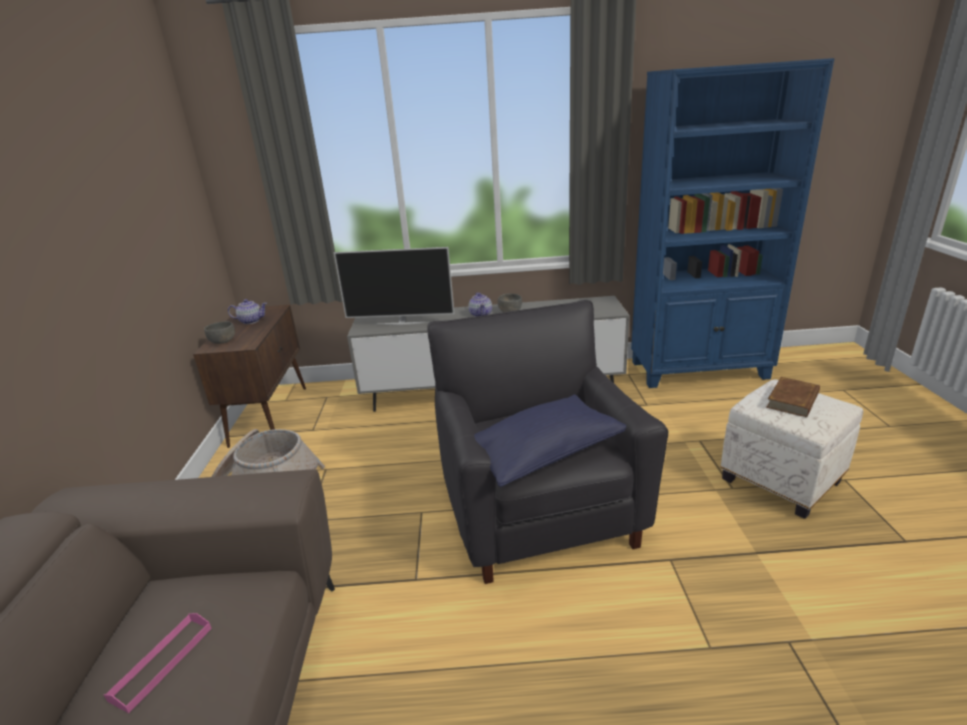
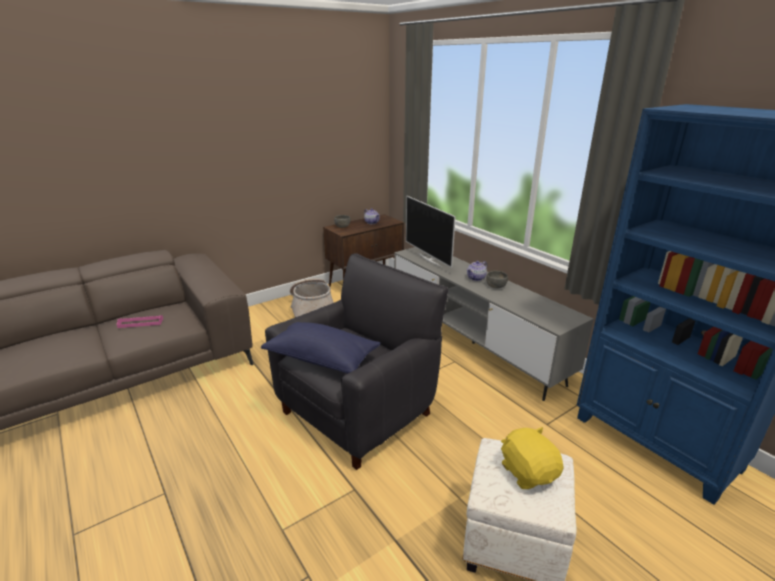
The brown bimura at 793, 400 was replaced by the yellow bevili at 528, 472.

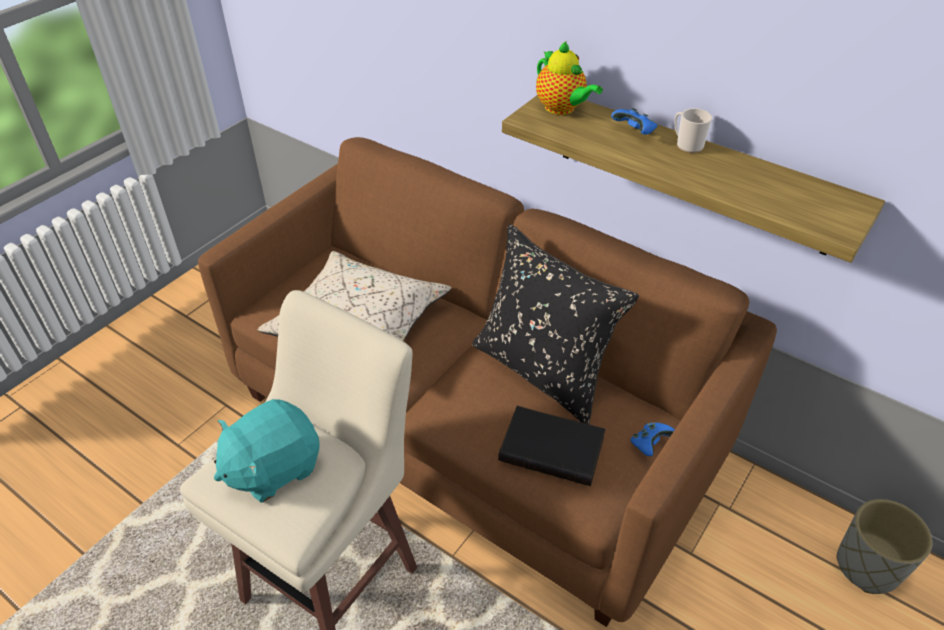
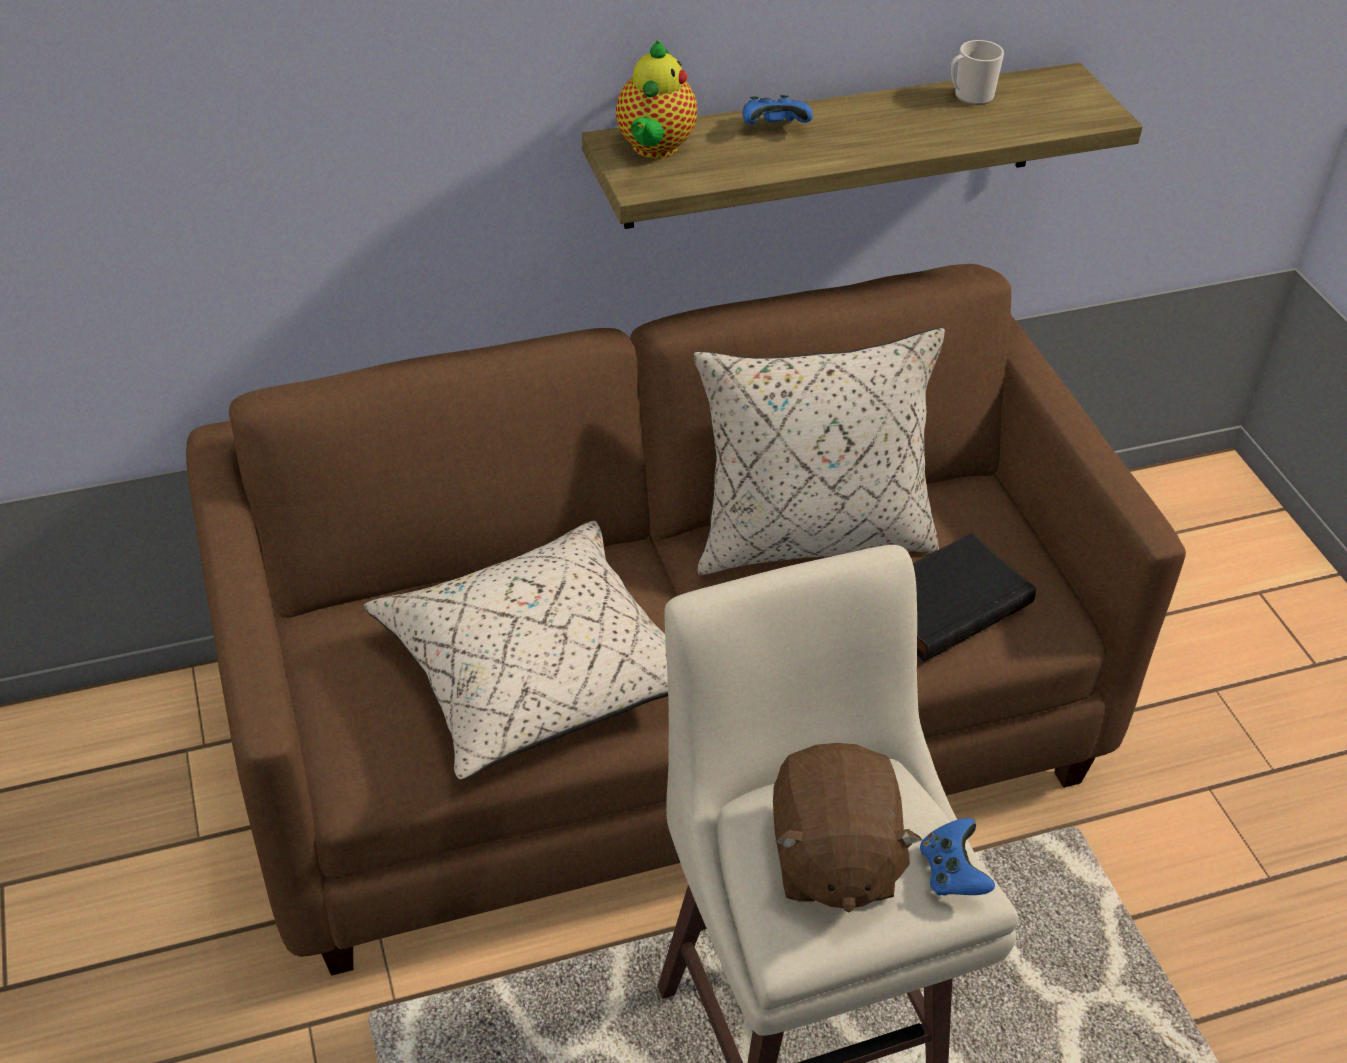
The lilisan at 562, 109 turned 105 degrees clockwise.
The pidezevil moved from 686, 145 to 969, 96.
The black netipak at 543, 371 became the beige netipak at 810, 536.
The turquoise bevili at 273, 467 became the brown bevili at 832, 859.
The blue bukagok moved from 649, 444 to 952, 873.
The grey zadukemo at 868, 567 disappeared.

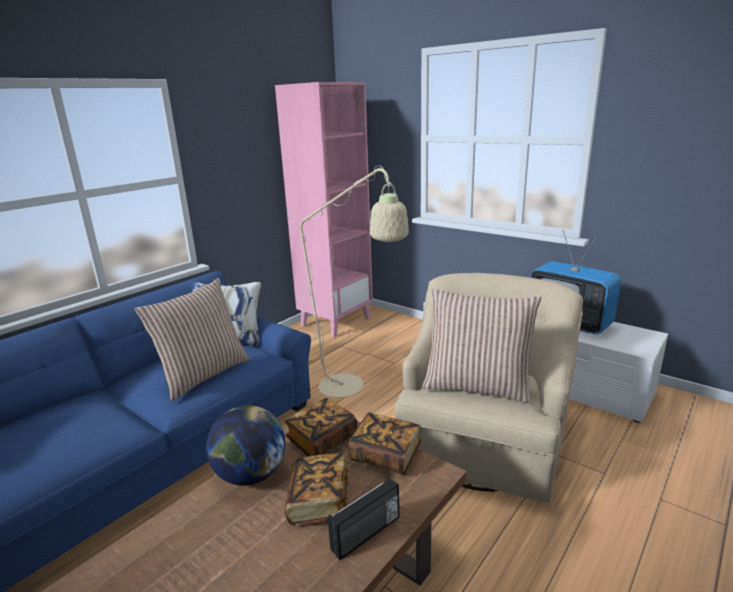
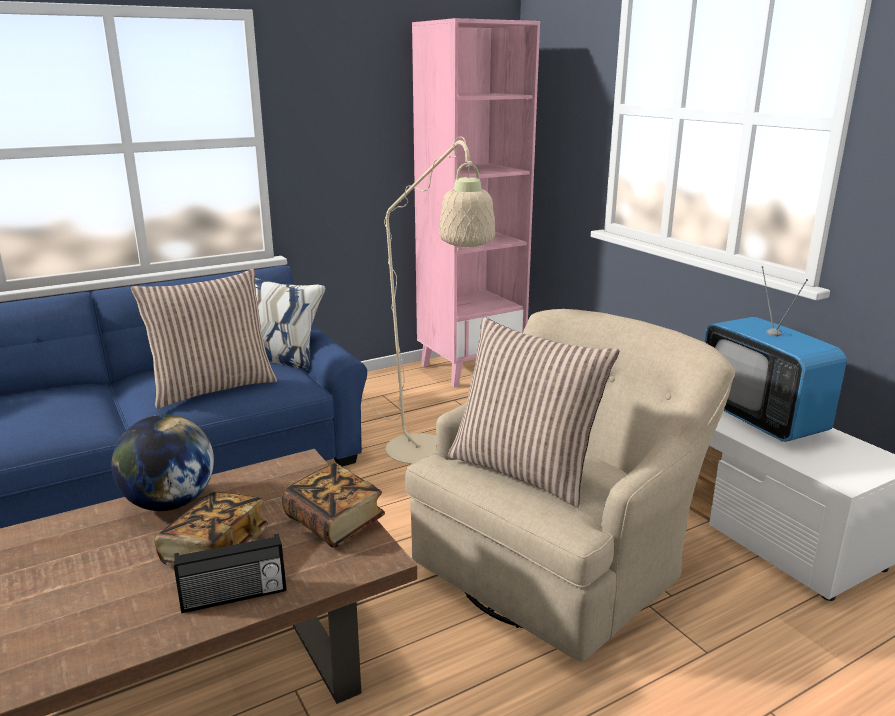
The bimura at 322, 440 disappeared.

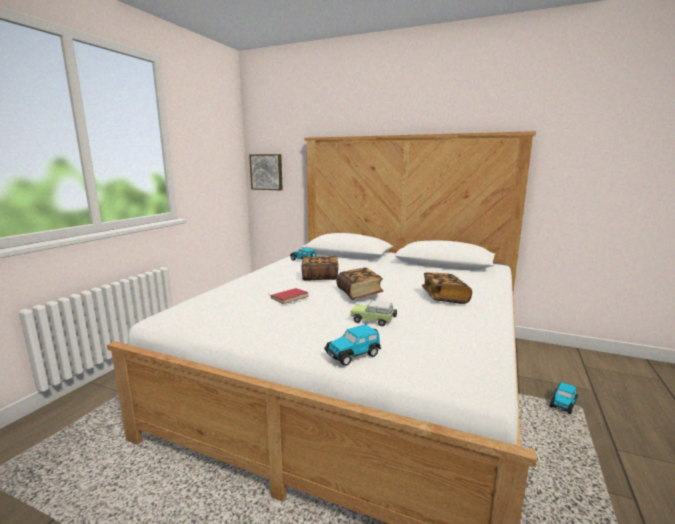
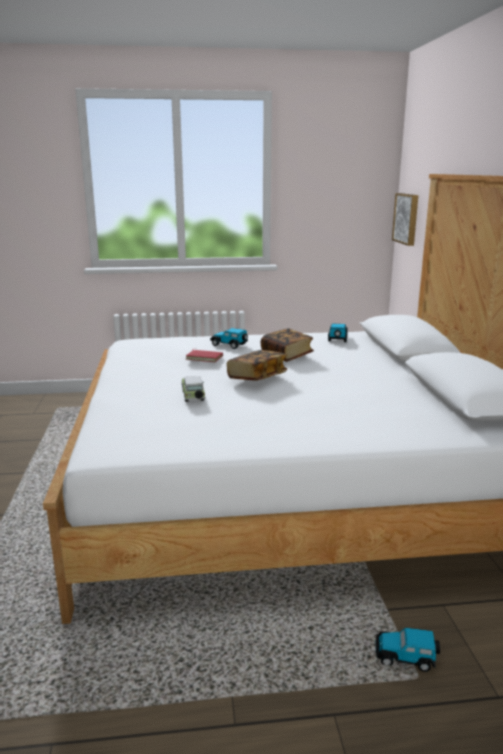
The bimura at 444, 297 disappeared.
The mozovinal moved from 354, 354 to 229, 345.

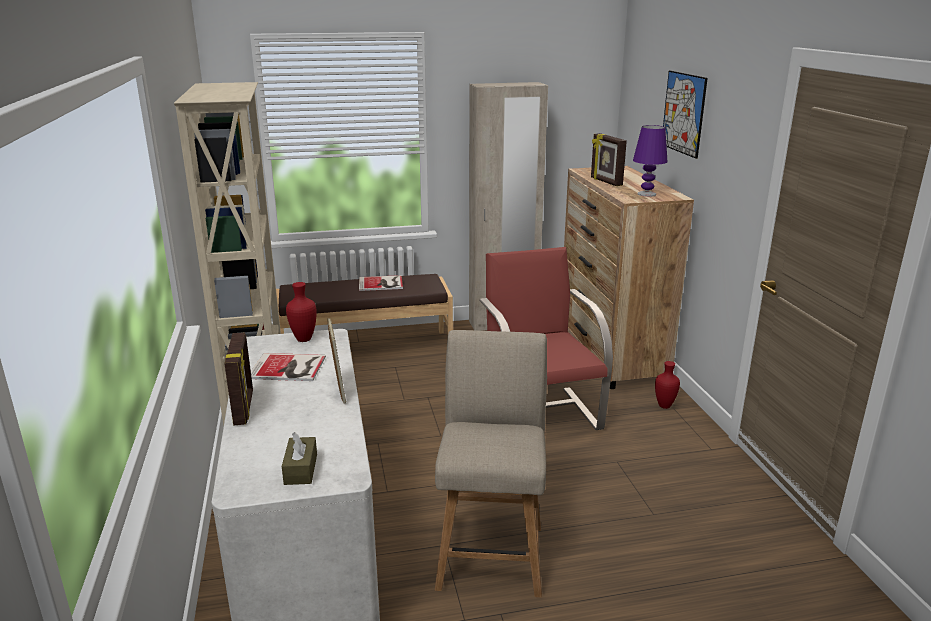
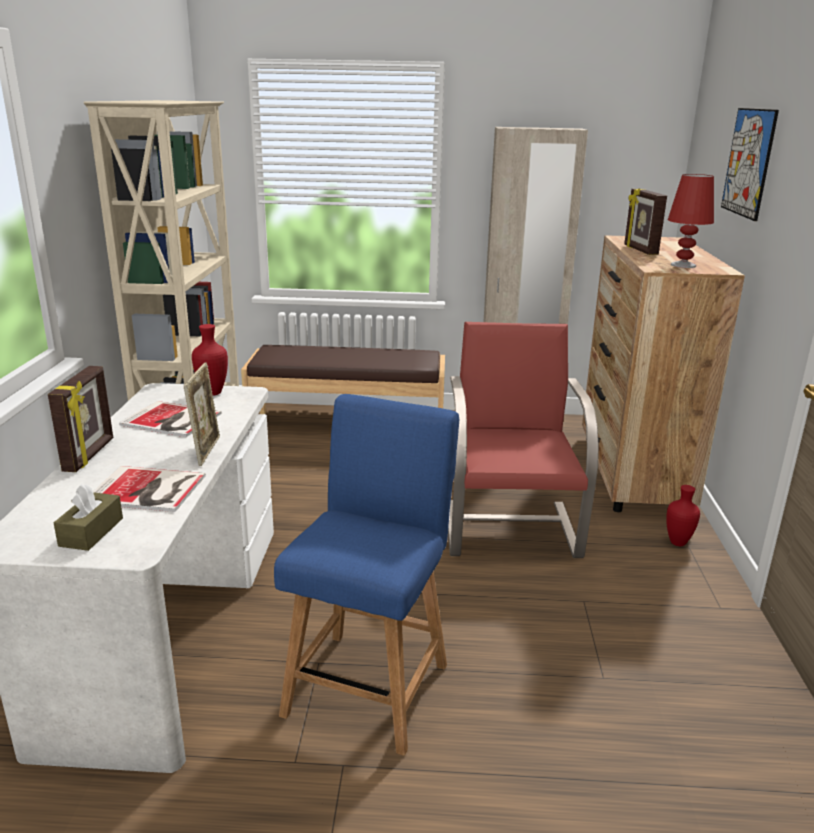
The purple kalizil at 646, 194 became the red kalizil at 683, 265.
The bimura moved from 382, 283 to 148, 490.
The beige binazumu at 491, 552 became the blue binazumu at 370, 683.

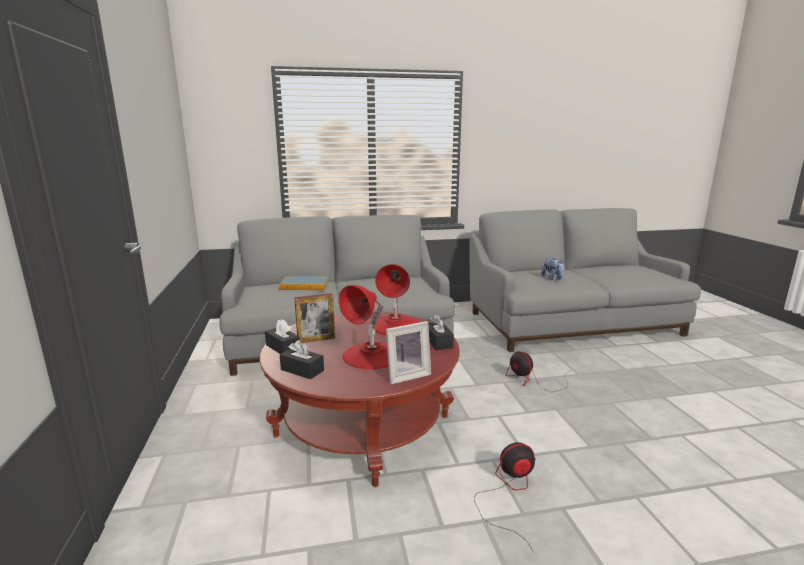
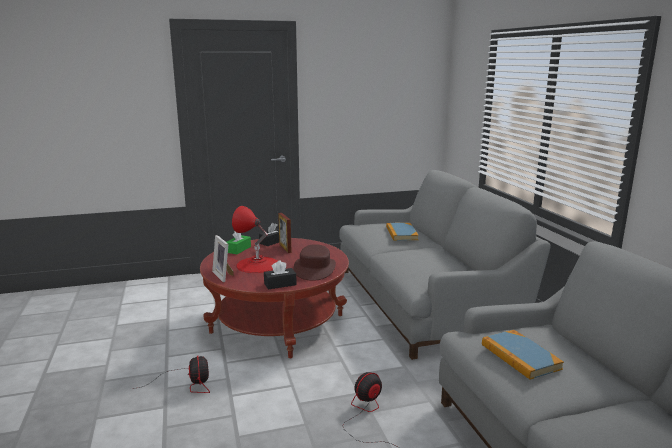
The bevili at 552, 278 was replaced by the bimura at 520, 357.
The red kalizil at 395, 325 was replaced by the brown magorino at 315, 269.
The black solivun at 302, 370 became the green solivun at 238, 249.

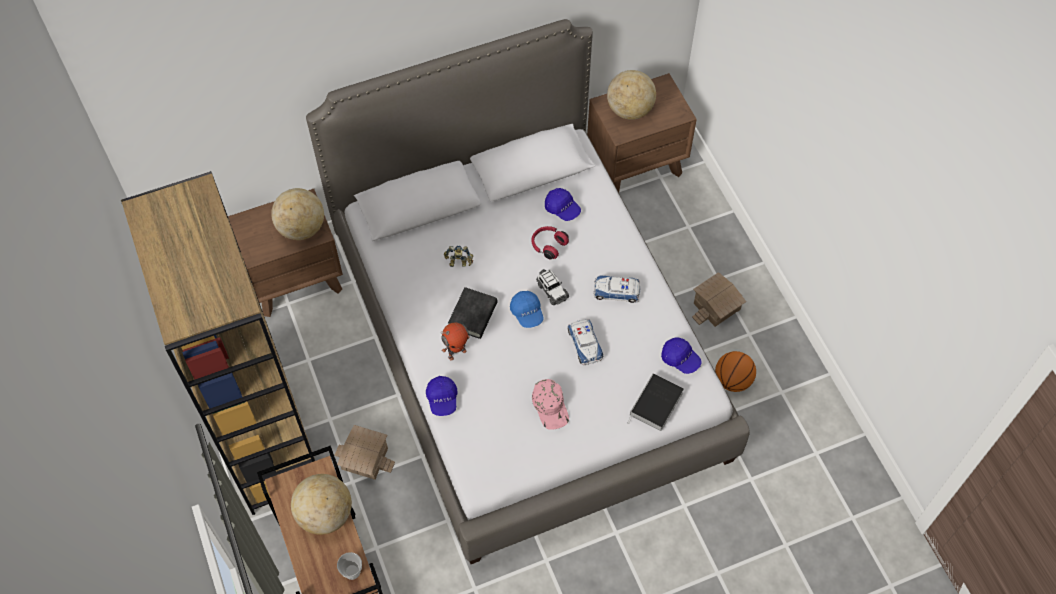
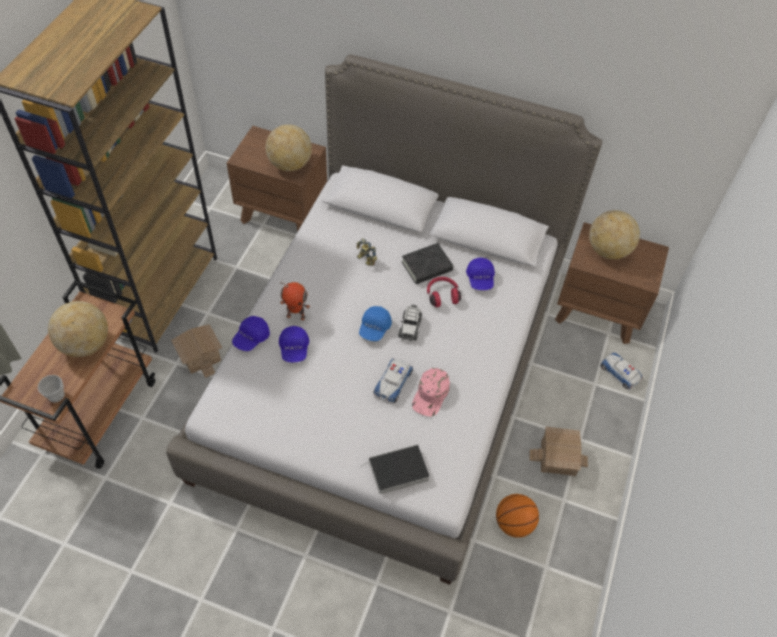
The mozovinal moved from 616, 291 to 620, 373.
The black bimura moved from 473, 315 to 426, 267.
The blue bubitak moved from 680, 359 to 294, 349.
The pink bubitak moved from 550, 406 to 431, 395.

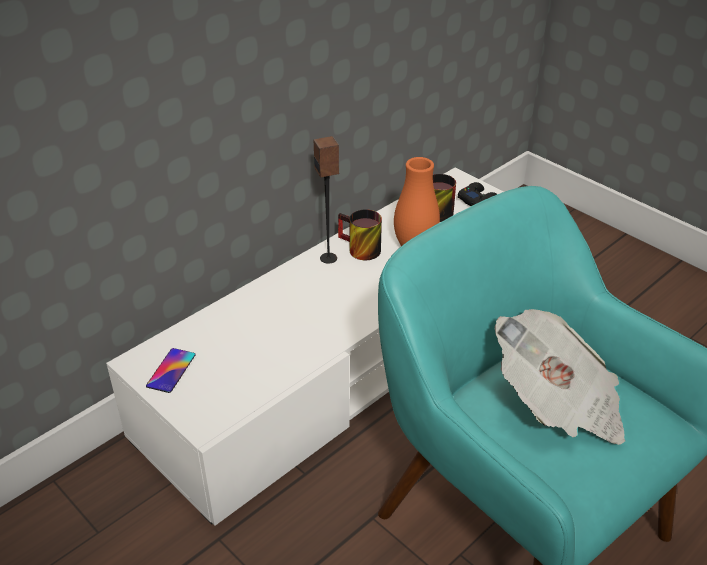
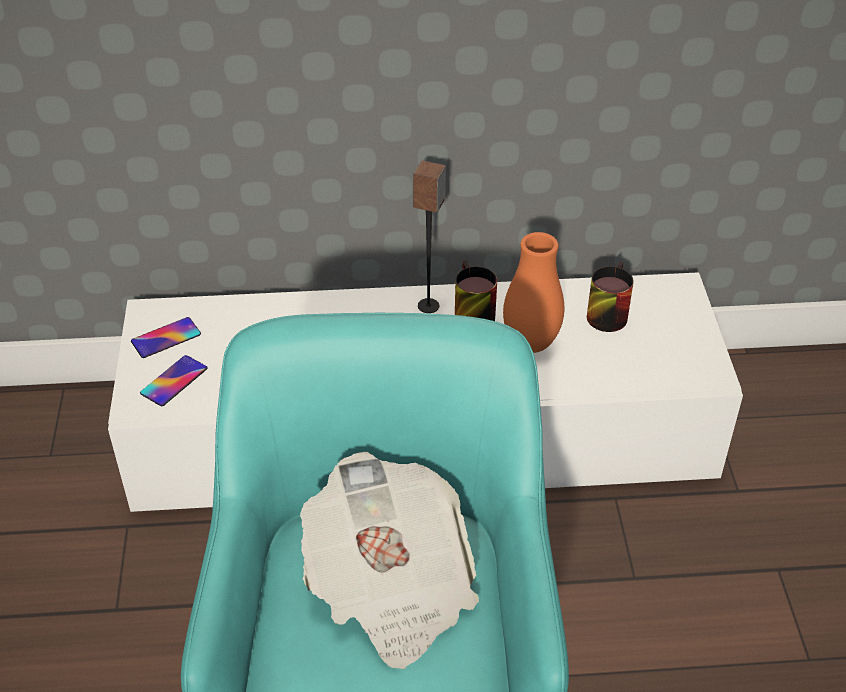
The black bukagok at 478, 200 disappeared.
The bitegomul at 174, 381 appeared.

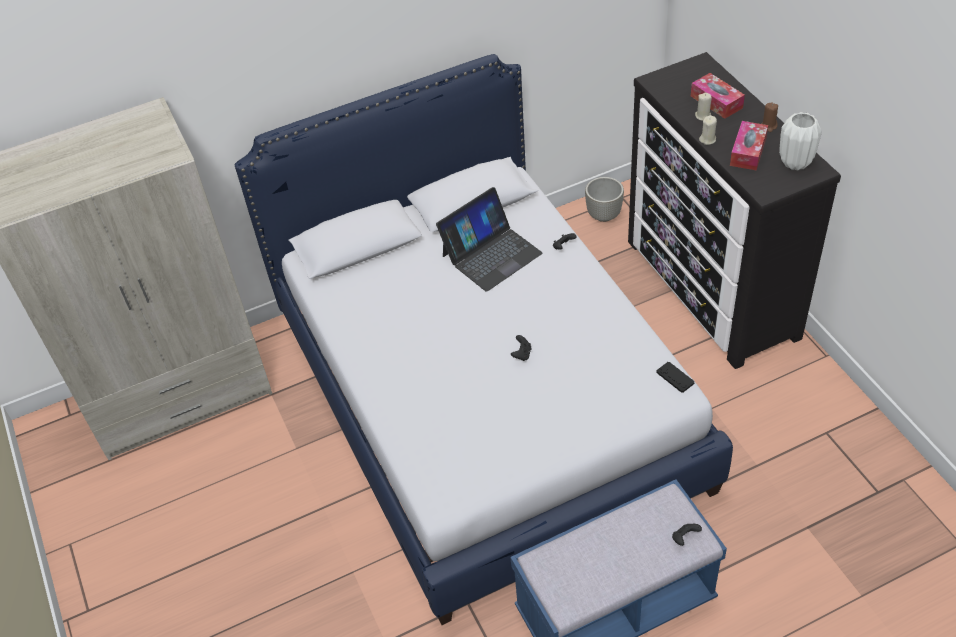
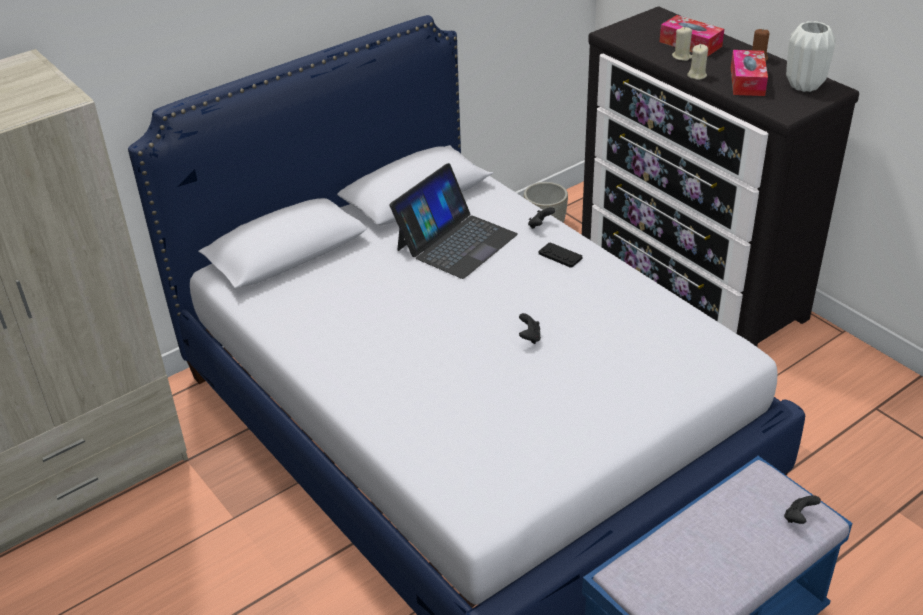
The black bukagok moved from 675, 377 to 560, 256.

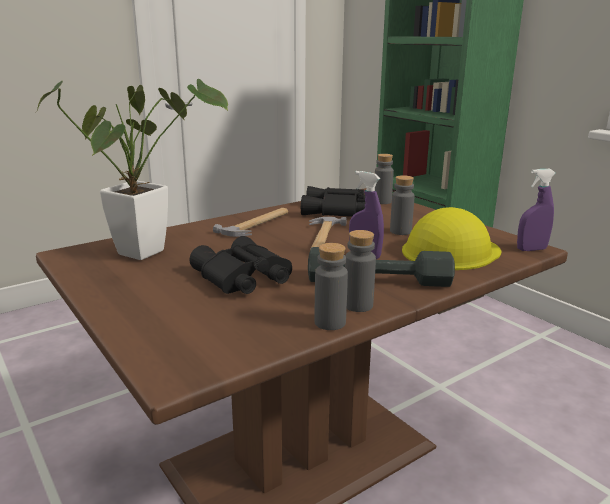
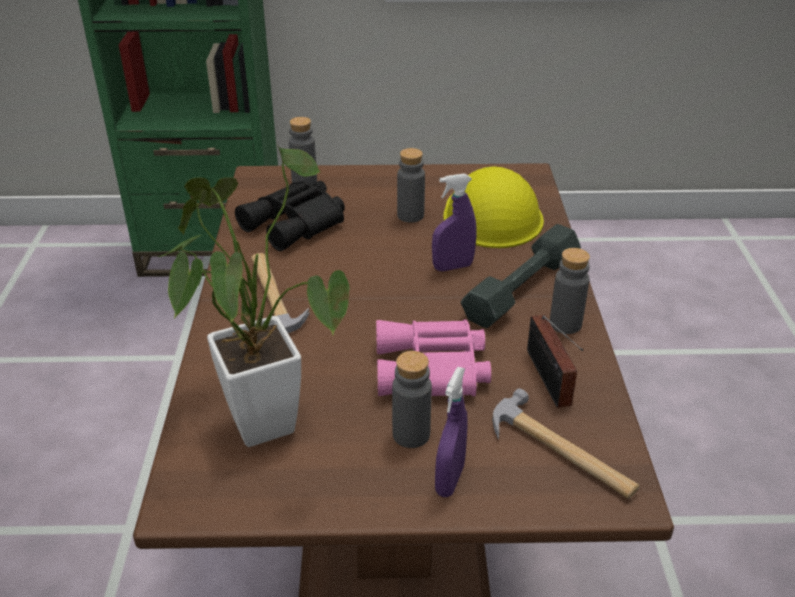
The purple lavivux moved from 531, 249 to 450, 480.
The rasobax moved from 322, 237 to 560, 452.
The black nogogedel at 242, 278 became the pink nogogedel at 433, 370.
The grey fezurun moved from 330, 322 to 411, 434.
The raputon at 549, 381 appeared.

